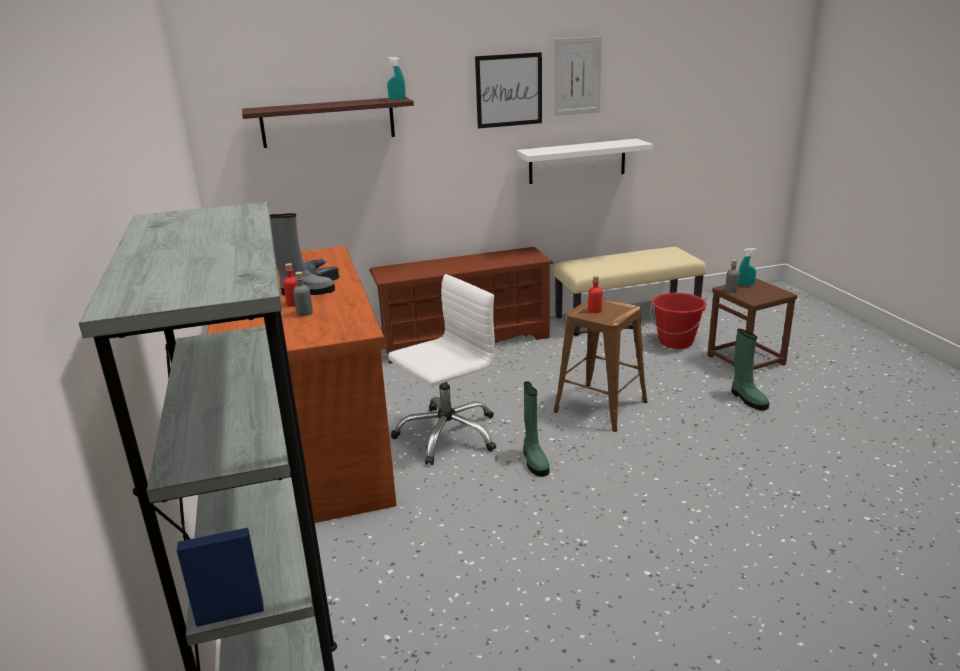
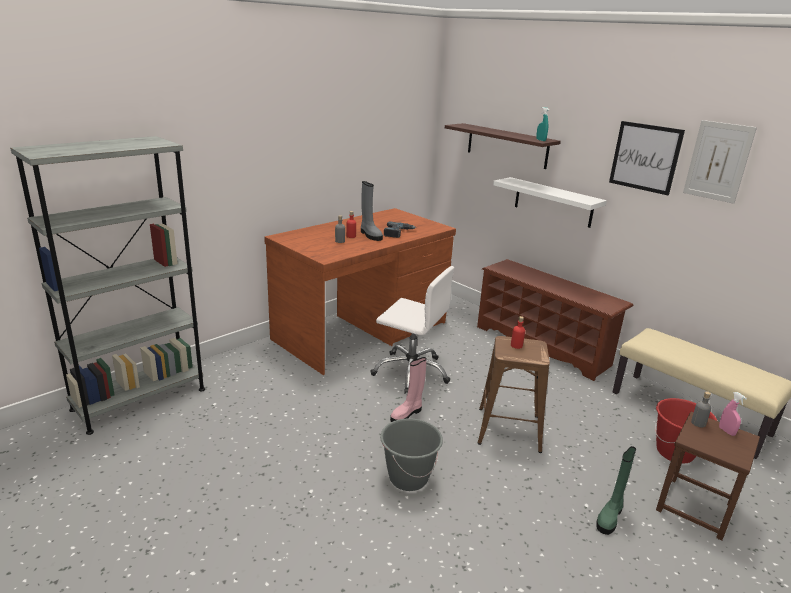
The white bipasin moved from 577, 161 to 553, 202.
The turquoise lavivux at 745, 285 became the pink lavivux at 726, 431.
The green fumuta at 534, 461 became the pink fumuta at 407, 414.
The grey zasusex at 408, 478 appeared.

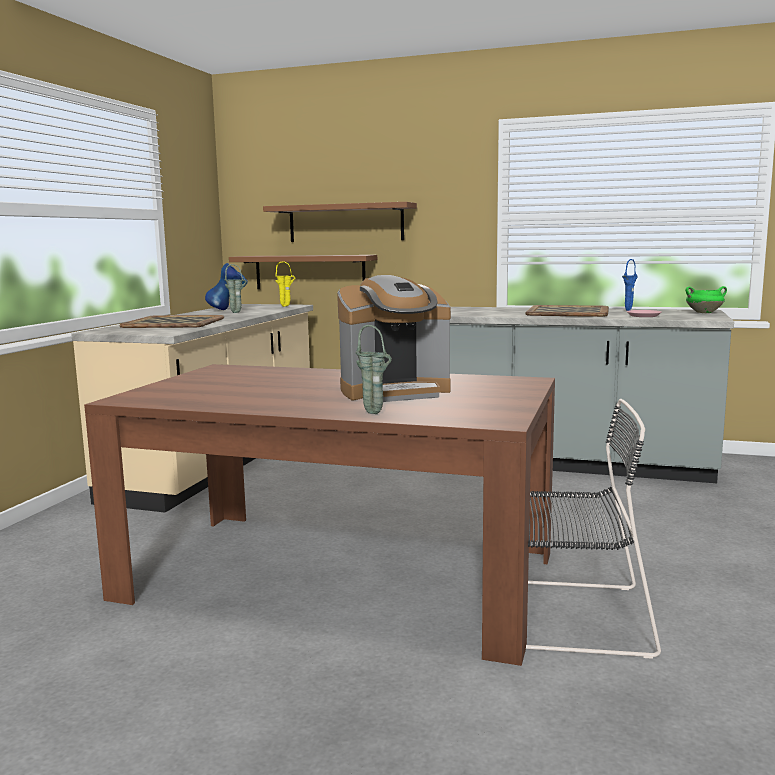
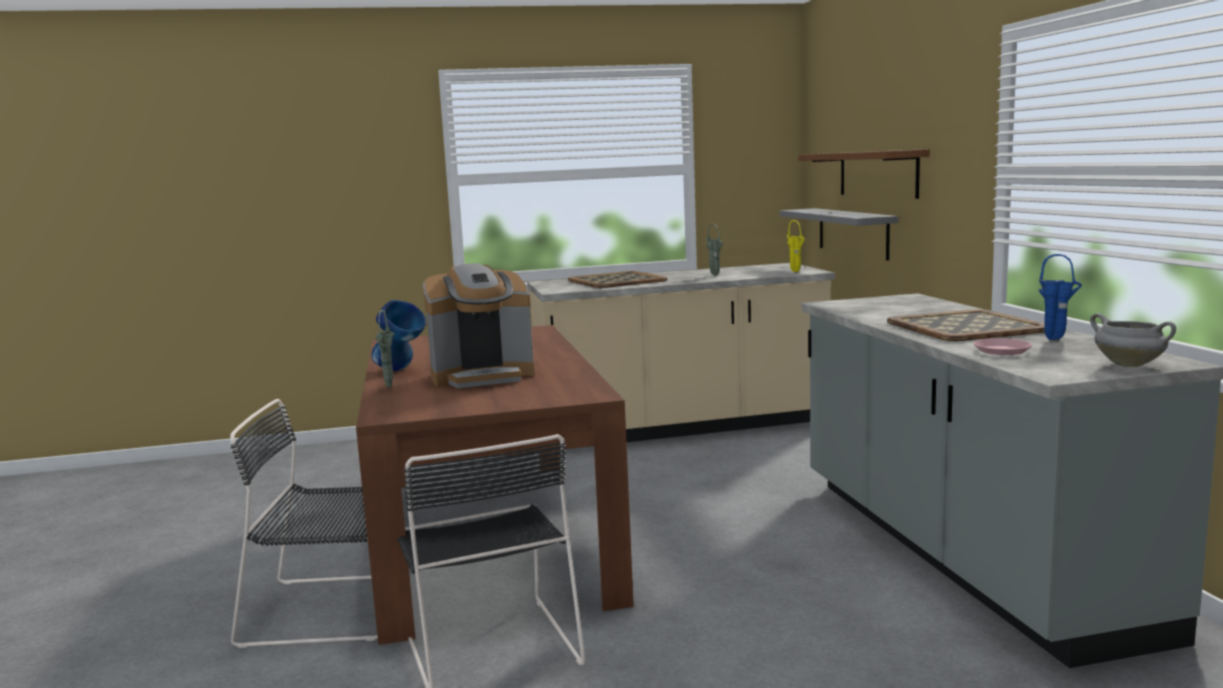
The brown bipasin at 309, 272 became the grey bipasin at 852, 232.
The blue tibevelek moved from 228, 309 to 400, 371.
The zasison at 395, 392 turned 60 degrees counterclockwise.
The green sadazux at 704, 313 became the grey sadazux at 1130, 365.
The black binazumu at 333, 608 appeared.

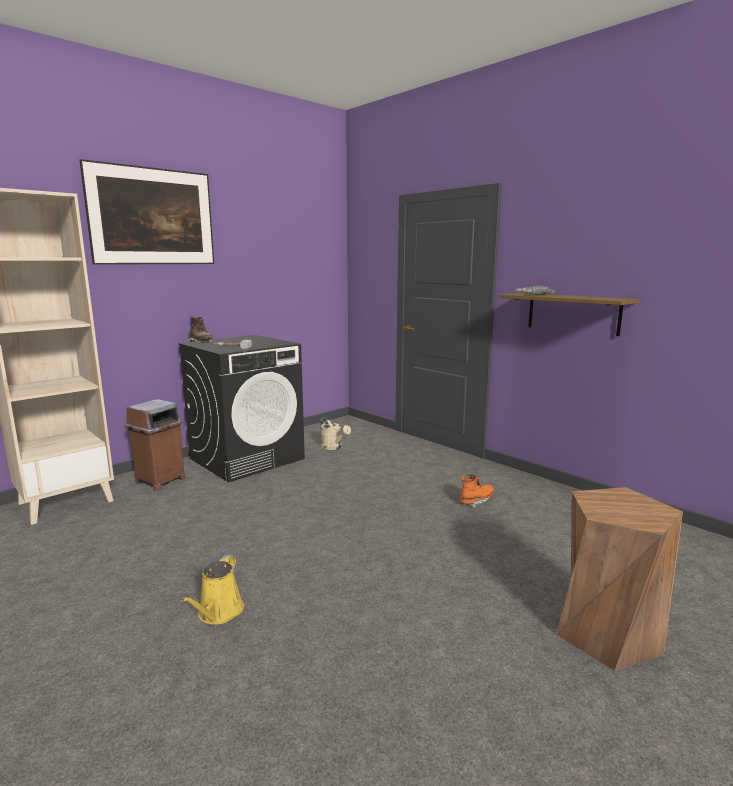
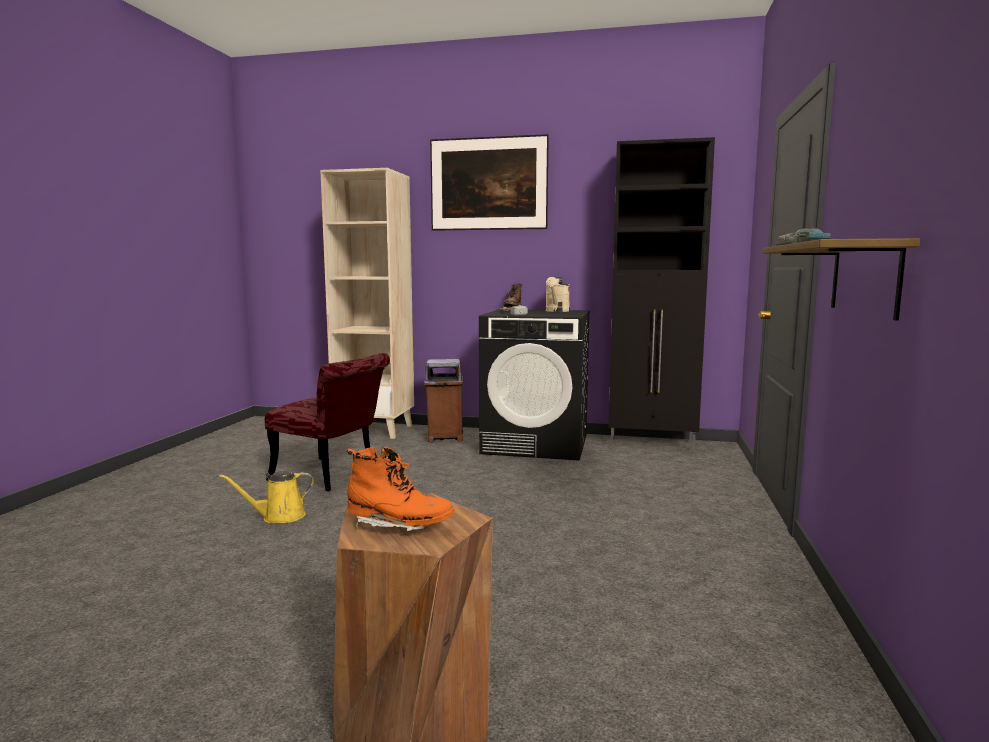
The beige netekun moved from 334, 447 to 556, 311.
The orange fumuta moved from 476, 501 to 399, 526.
The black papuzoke at 653, 444 appeared.
The red binazumu at 332, 476 appeared.

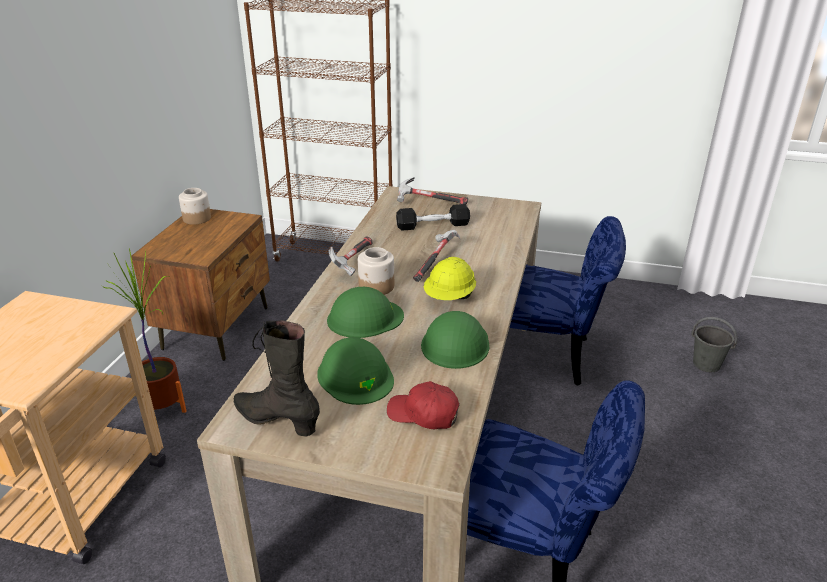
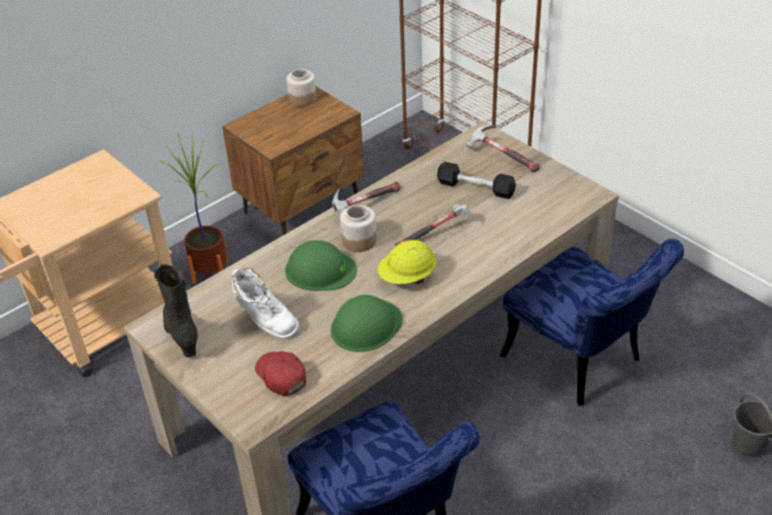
The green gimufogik at 355, 376 was replaced by the white fumuta at 265, 321.

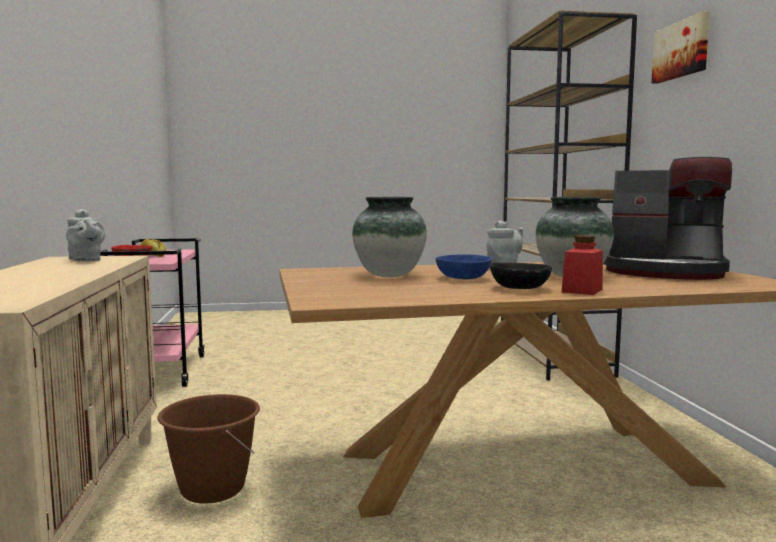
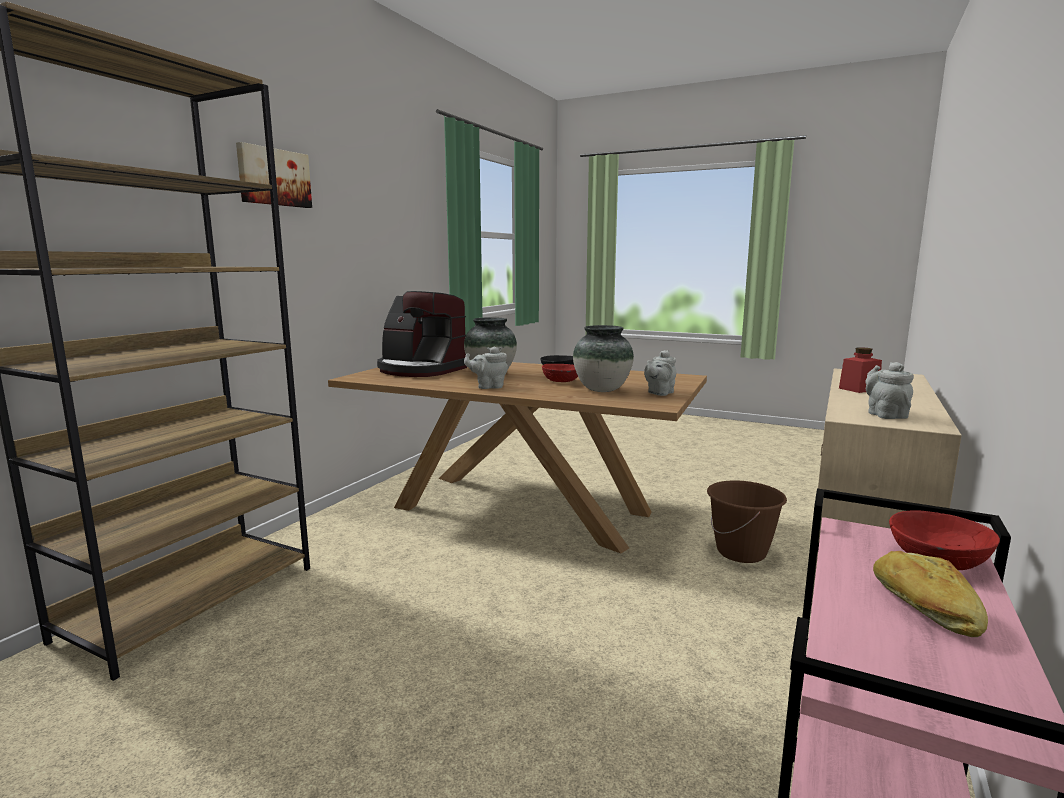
The zasison at 664, 271 turned 150 degrees clockwise.
The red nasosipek moved from 582, 290 to 859, 389.
The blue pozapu at 463, 278 became the red pozapu at 561, 381.
The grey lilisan at 659, 393 appeared.

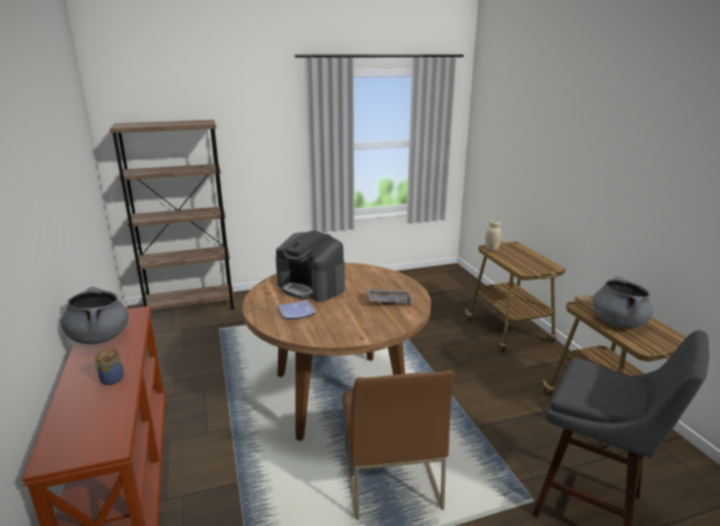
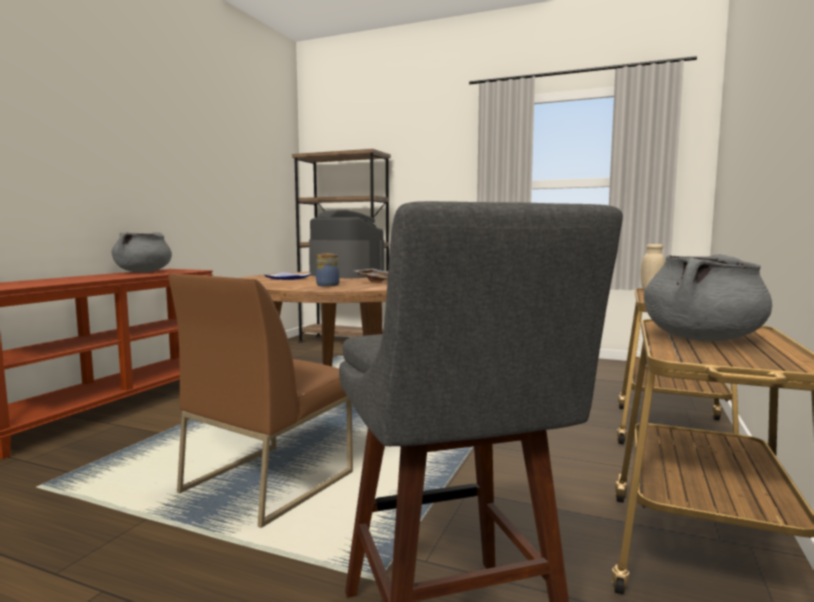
The zasison at 311, 287 turned 150 degrees clockwise.
The nasosipek moved from 111, 379 to 327, 285.

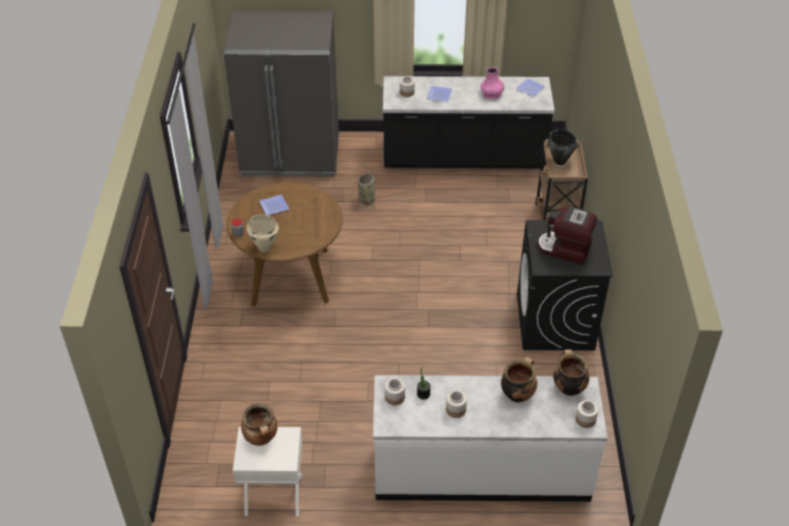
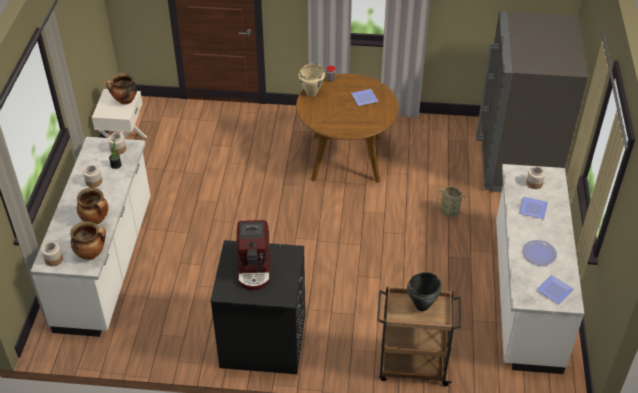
The pink tibevelek at 491, 94 was replaced by the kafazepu at 539, 253.
The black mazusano at 463, 158 became the white mazusano at 524, 295.
The zasison at 564, 249 turned 150 degrees clockwise.

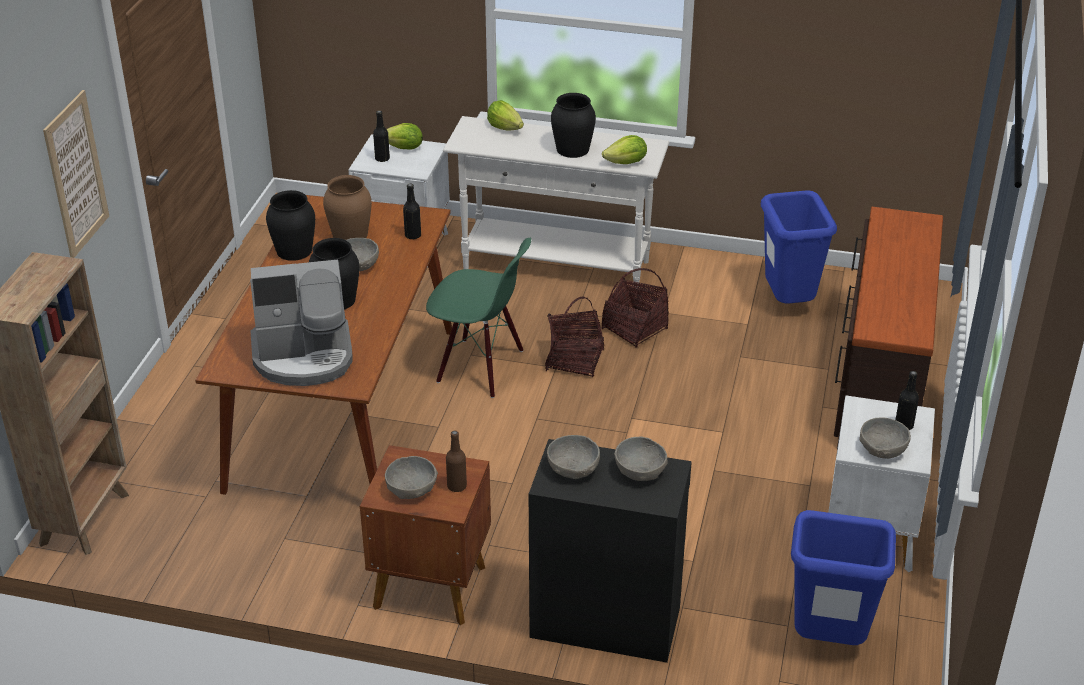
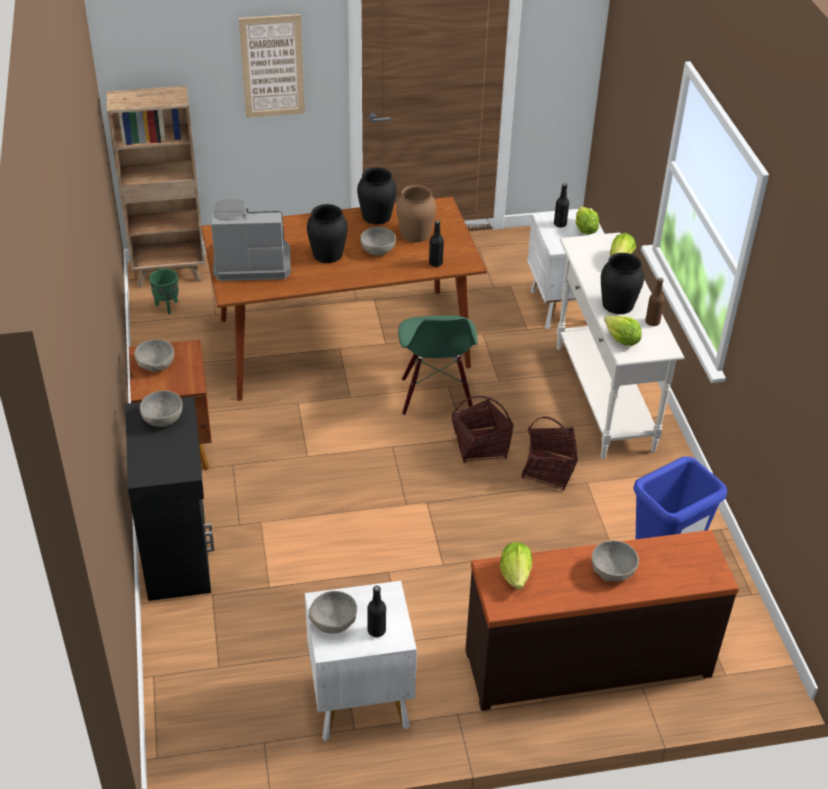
The zasison at 304, 357 turned 120 degrees clockwise.
The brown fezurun moved from 457, 486 to 652, 322.
The grey pozapu moved from 640, 471 to 613, 571.
The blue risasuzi at 827, 642 disappeared.
The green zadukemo at 168, 306 appeared.
The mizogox at 515, 574 appeared.

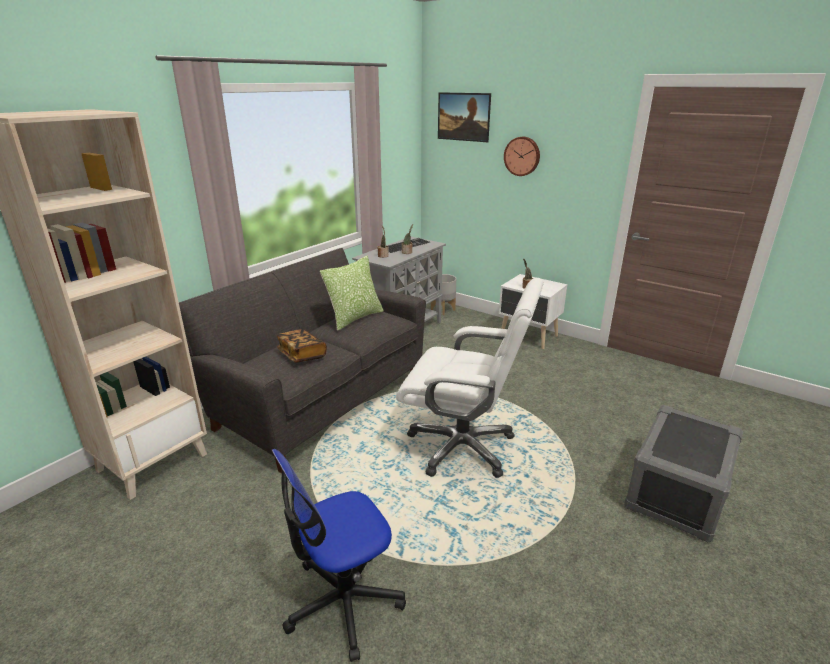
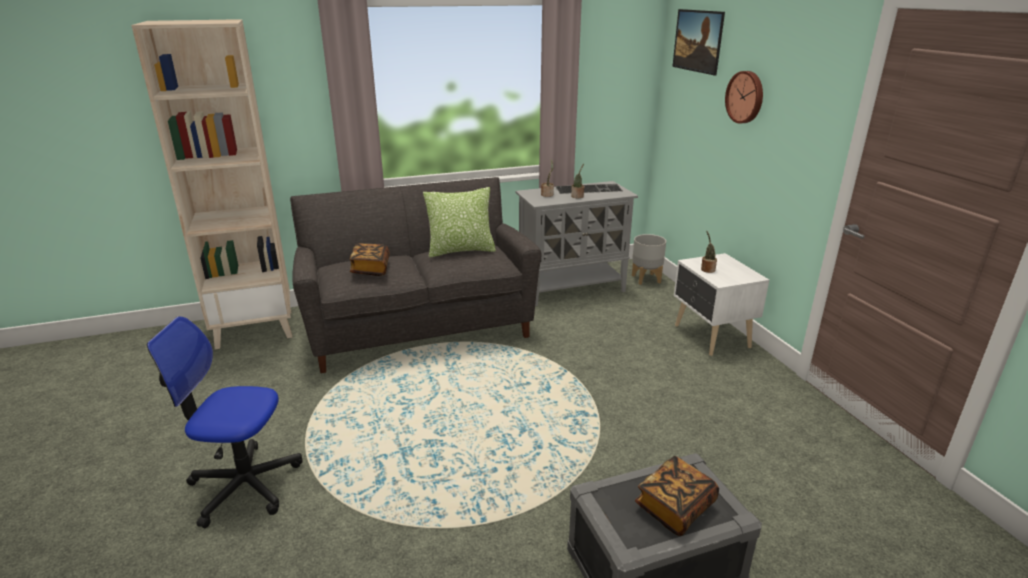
The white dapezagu at 463, 446 disappeared.
The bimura at 675, 507 appeared.

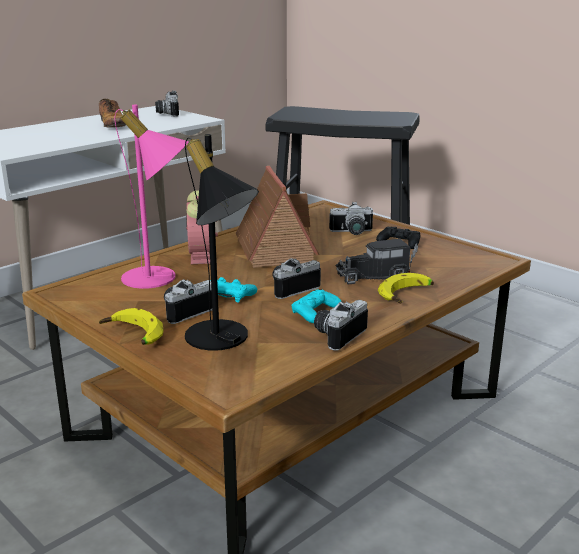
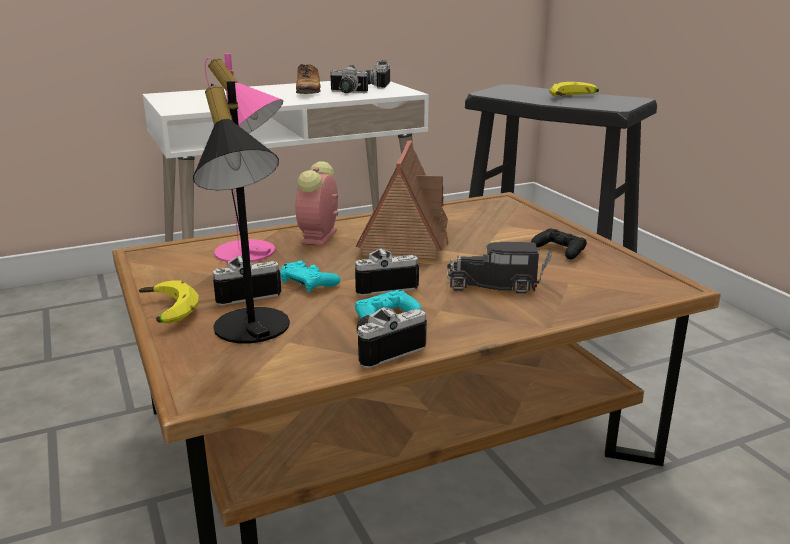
The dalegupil moved from 352, 233 to 346, 93.
The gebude moved from 407, 296 to 574, 97.

